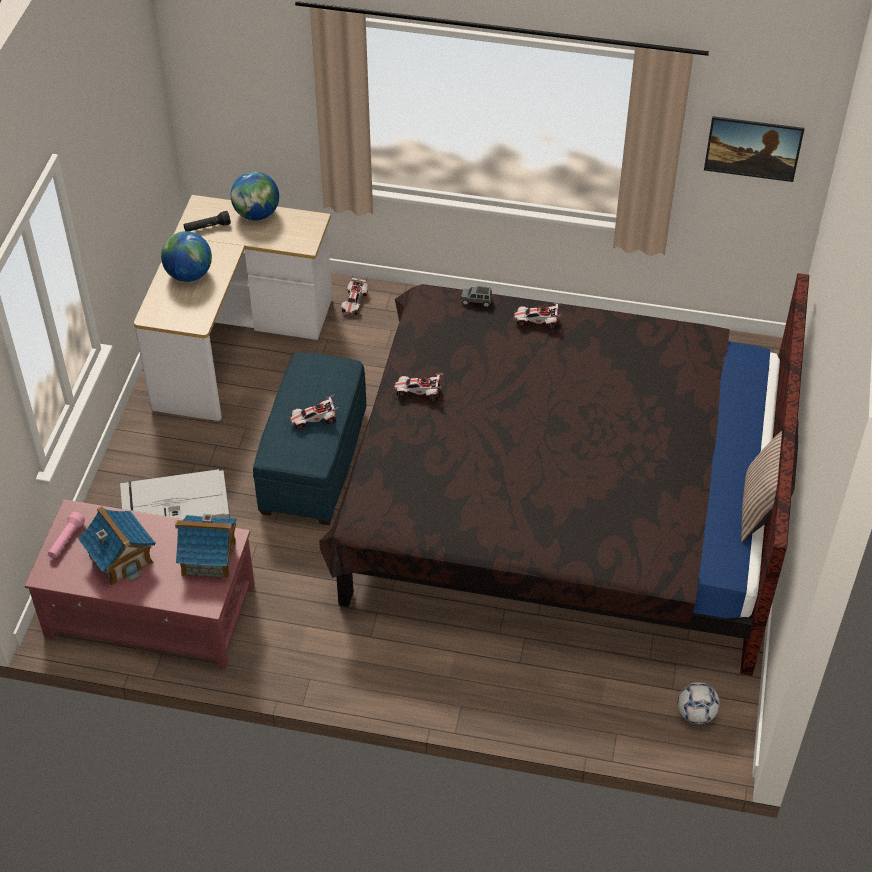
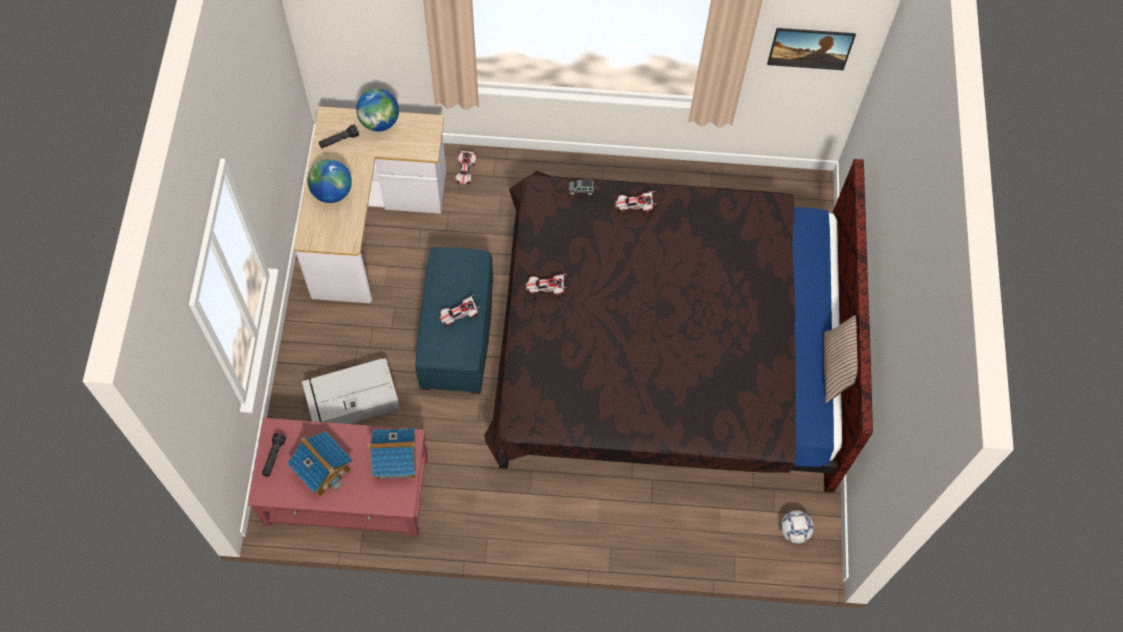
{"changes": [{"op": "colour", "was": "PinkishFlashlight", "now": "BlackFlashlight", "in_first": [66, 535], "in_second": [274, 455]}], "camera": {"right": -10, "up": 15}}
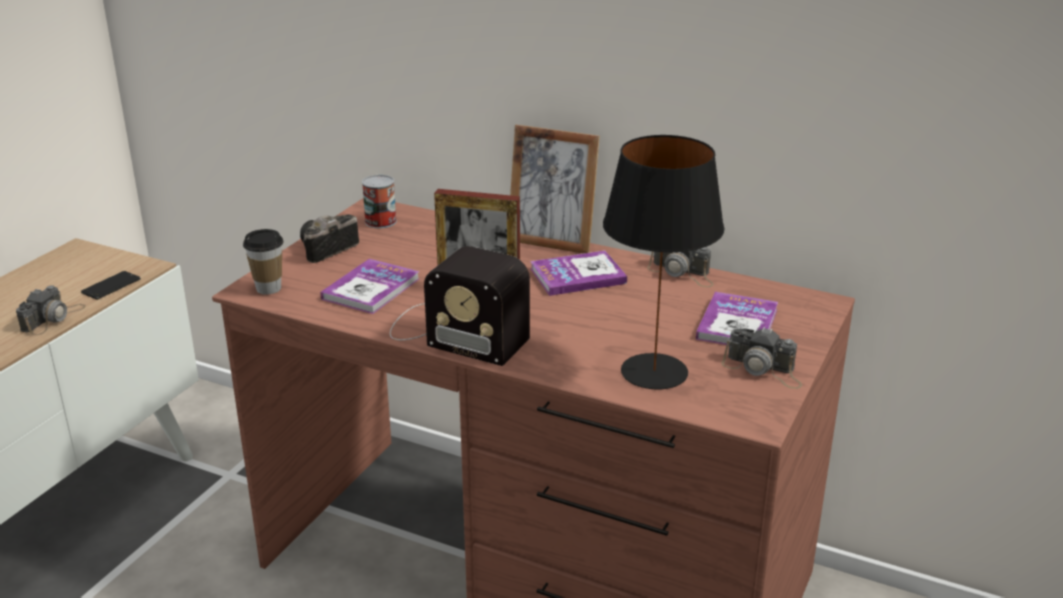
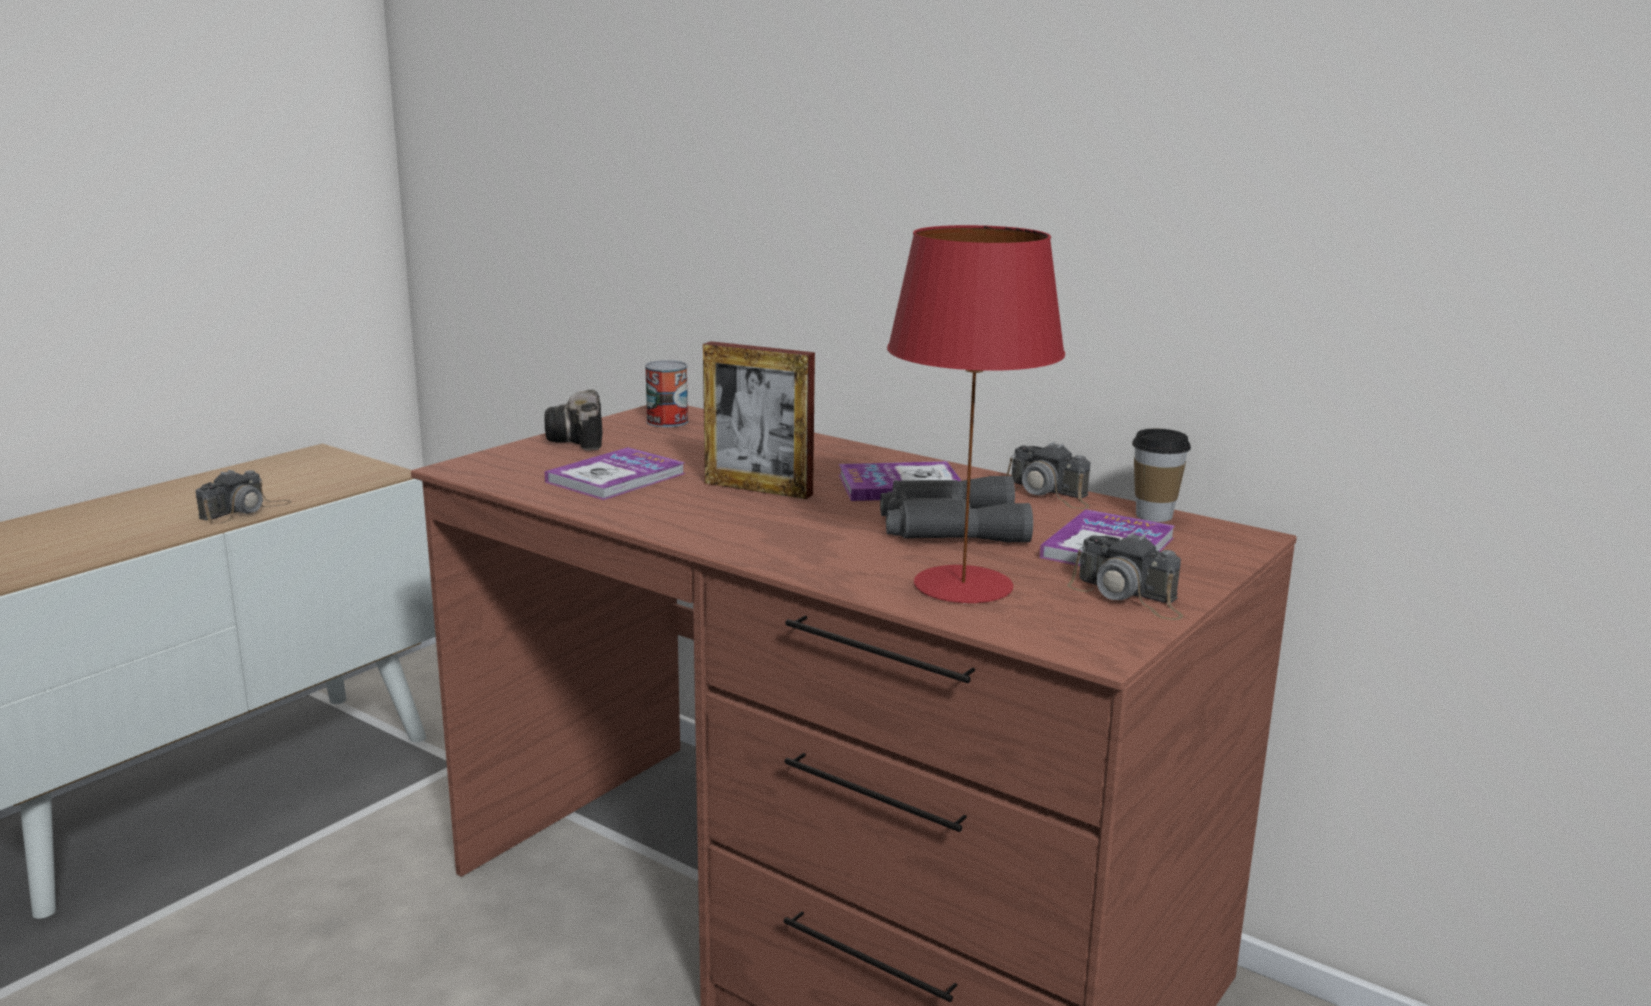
{"changes": [{"op": "missing", "was": "StandingFrame", "in_first": [555, 189]}, {"op": "colour", "was": "BlackTableLamp", "now": "RedTableLamp", "in_first": [663, 262], "in_second": [976, 414]}, {"op": "spun", "was": "StillCamera", "in_first": [329, 238], "in_second": [574, 420], "clockwise": -60}, {"op": "relocated", "was": "SmallCup", "in_first": [263, 262], "in_second": [1161, 475]}, {"op": "missing", "was": "Radio", "in_first": [460, 306]}, {"op": "missing", "was": "Phone", "in_first": [111, 285]}, {"op": "appeared", "now": "GreyPairOfBinoculars", "in_second": [956, 509]}], "camera": {"right": 10, "up": -10}}
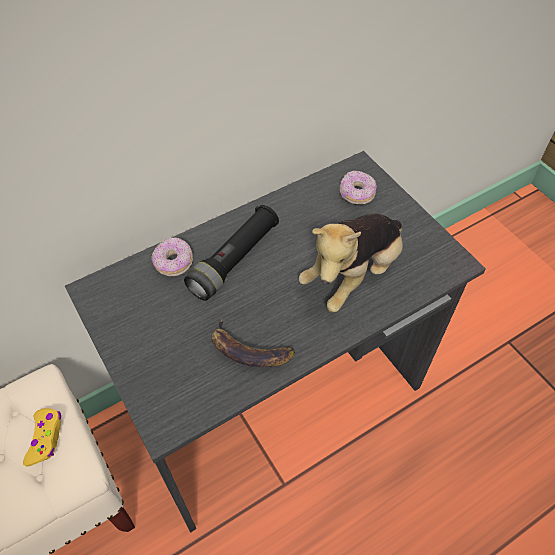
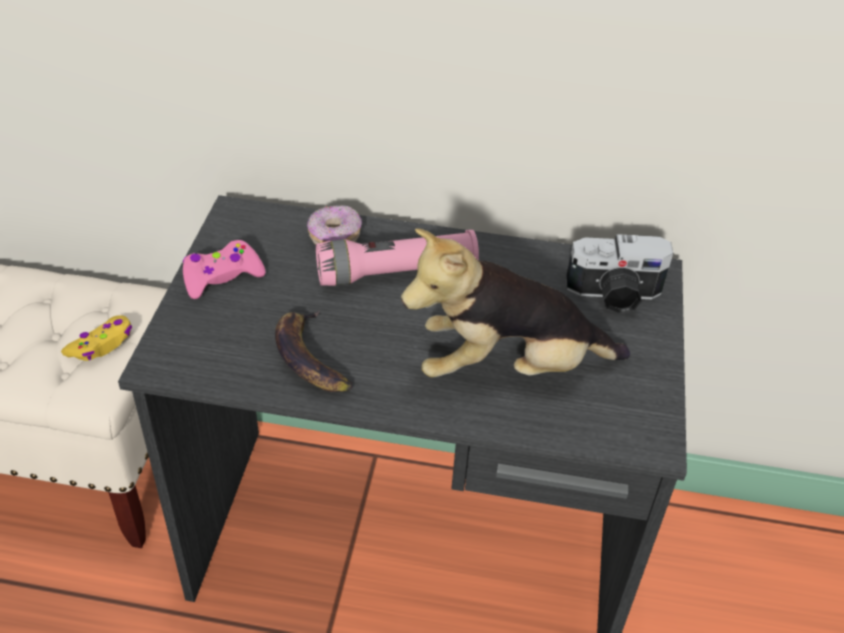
{"changes": [{"op": "exchanged", "was": "Donut", "now": "StillCamera", "in_first": [358, 188], "in_second": [619, 274]}, {"op": "colour", "was": "BlackFlashlight", "now": "PinkishFlashlight", "in_first": [231, 253], "in_second": [397, 258]}, {"op": "appeared", "now": "PinkishGameController", "in_second": [224, 269]}], "camera": {"right": 40, "up": -10}}
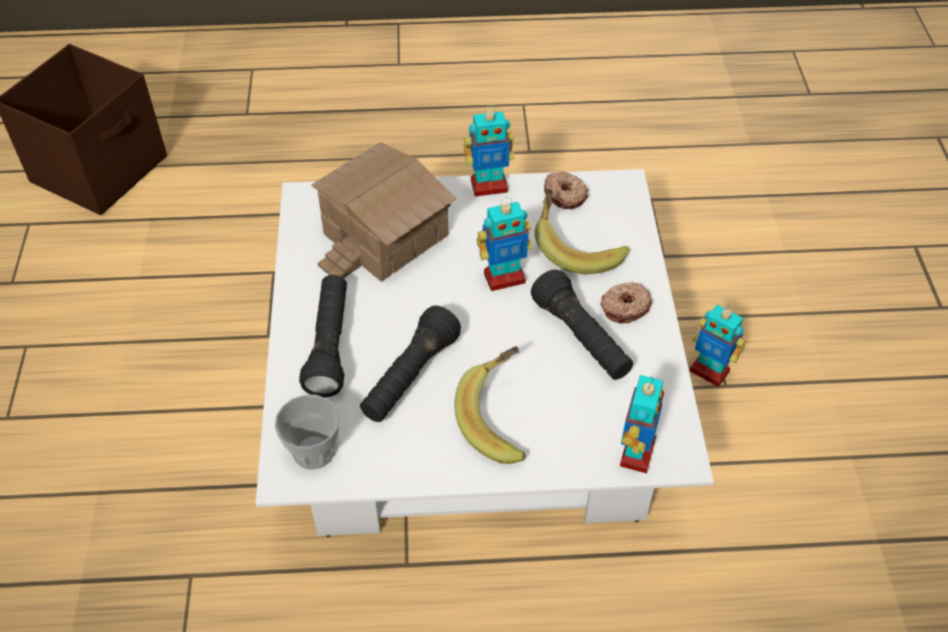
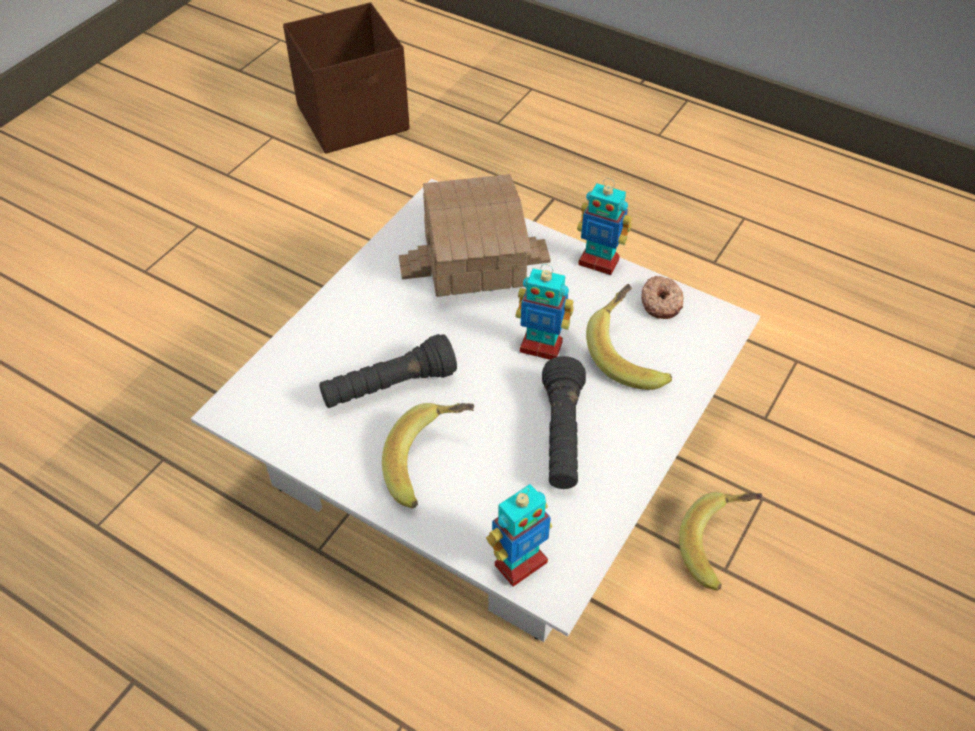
{"changes": [{"op": "missing", "was": "BlackFlashlight", "in_first": [323, 336]}, {"op": "missing", "was": "Donut", "in_first": [626, 302]}, {"op": "exchanged", "was": "RobotFigure", "now": "Banana", "in_first": [717, 345], "in_second": [720, 541]}, {"op": "missing", "was": "SmallCup", "in_first": [307, 432]}], "camera": {"right": 35, "up": 0}}
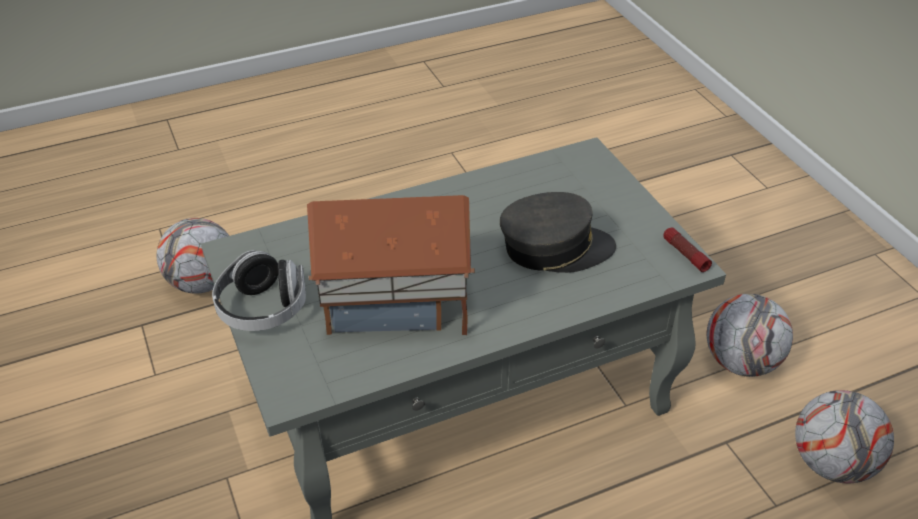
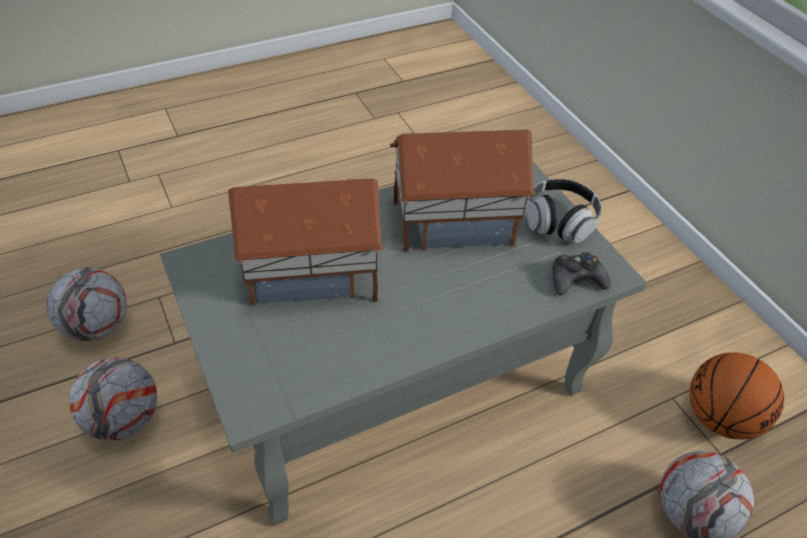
{"changes": [{"op": "exchanged", "was": "GreyBaseballCap", "now": "ModelHouse", "in_first": [558, 232], "in_second": [306, 242]}, {"op": "missing", "was": "Flashlight", "in_first": [687, 250]}, {"op": "appeared", "now": "BlackGameController", "in_second": [581, 274]}, {"op": "appeared", "now": "BasketballBall", "in_second": [737, 396]}], "camera": {"right": 175, "up": 5}}
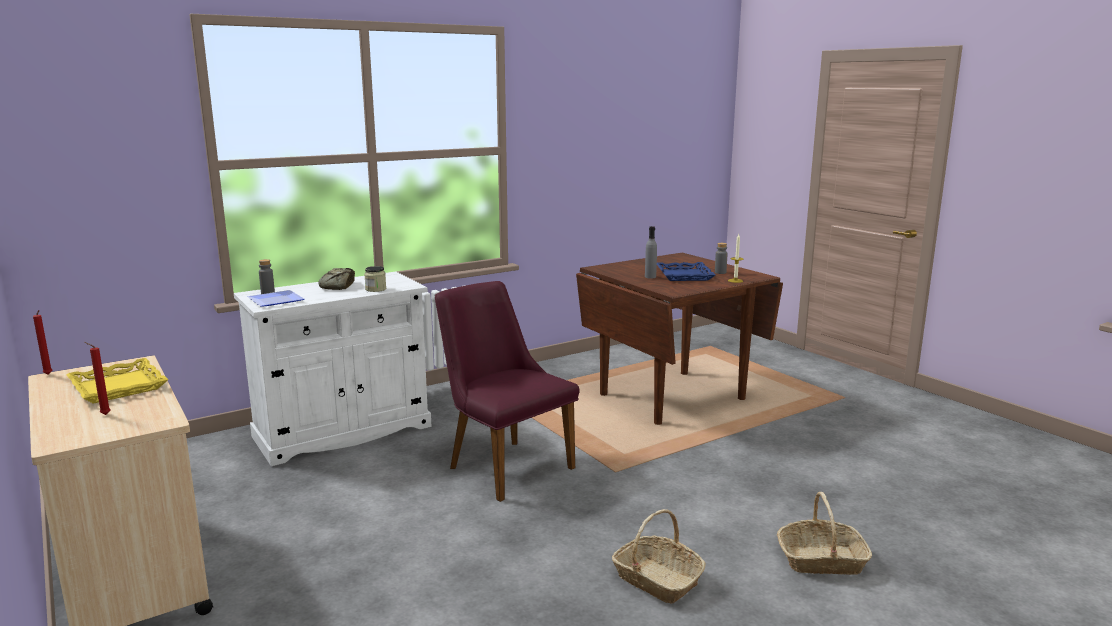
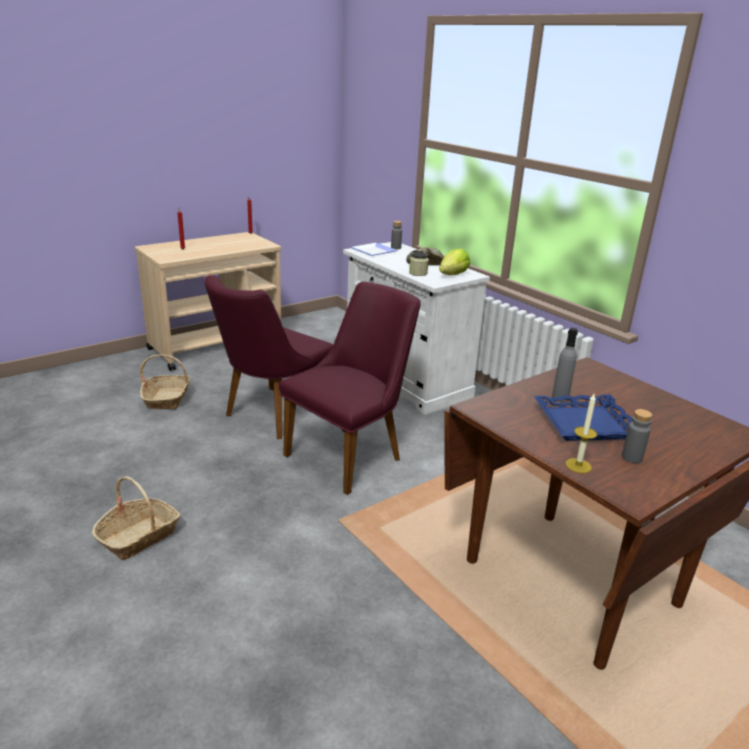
{"changes": [{"op": "missing", "was": "YellowishServingTray", "in_first": [117, 381]}, {"op": "relocated", "was": "StorageBasket", "in_first": [824, 533], "in_second": [165, 382]}, {"op": "appeared", "now": "Lettuce", "in_second": [454, 261]}, {"op": "appeared", "now": "PurplishUprightChair", "in_second": [269, 357]}], "camera": {"right": 85, "up": 10}}
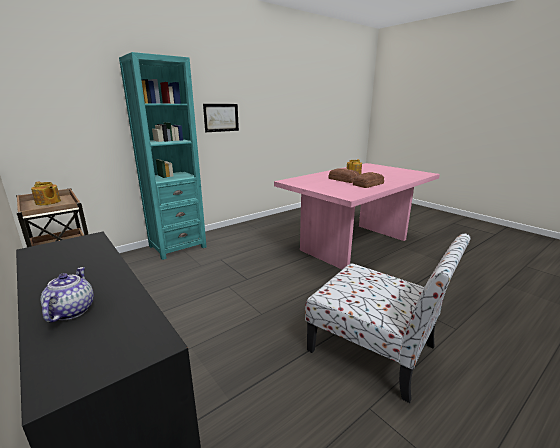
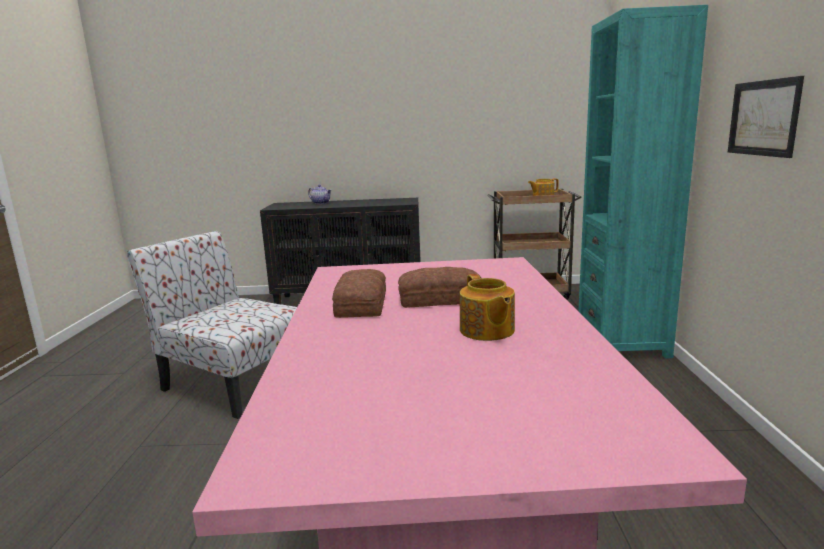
{"changes": [{"op": "spun", "was": "UprightChair", "in_first": [388, 318], "in_second": [212, 325], "clockwise": 45}], "camera": {"right": 130, "up": -5}}
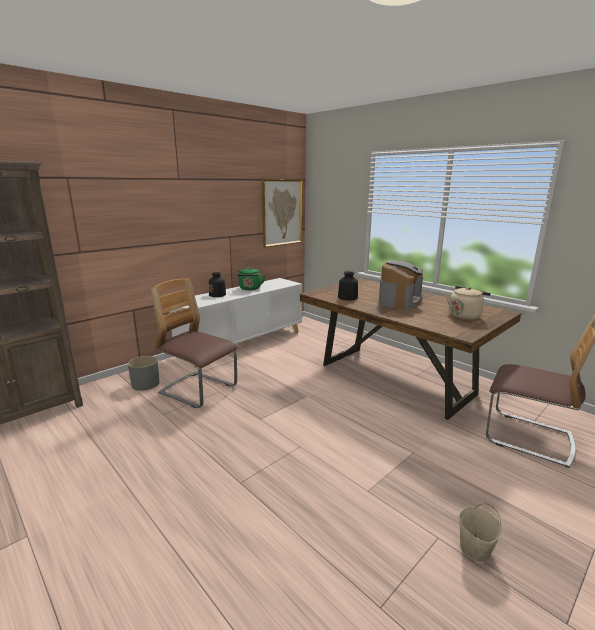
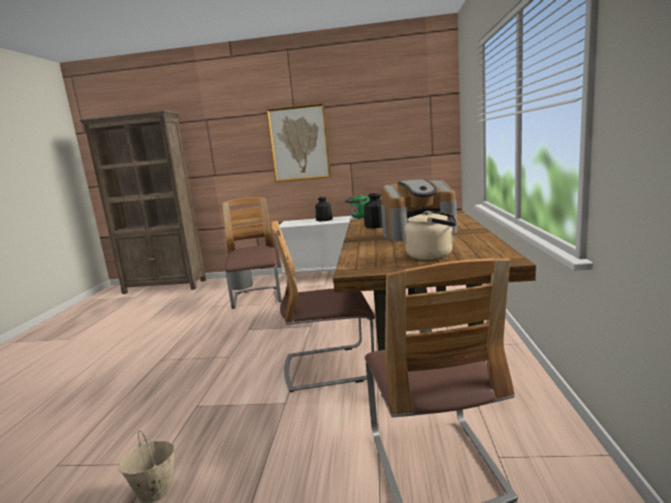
{"changes": [{"op": "relocated", "was": "WallArt", "in_first": [282, 213], "in_second": [298, 142]}, {"op": "appeared", "now": "UprightChair", "in_second": [323, 306]}], "camera": {"right": 50, "up": -5}}
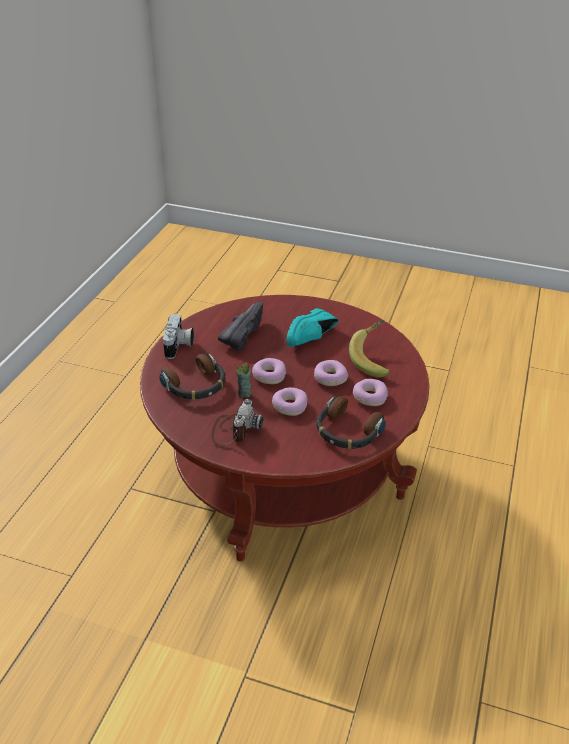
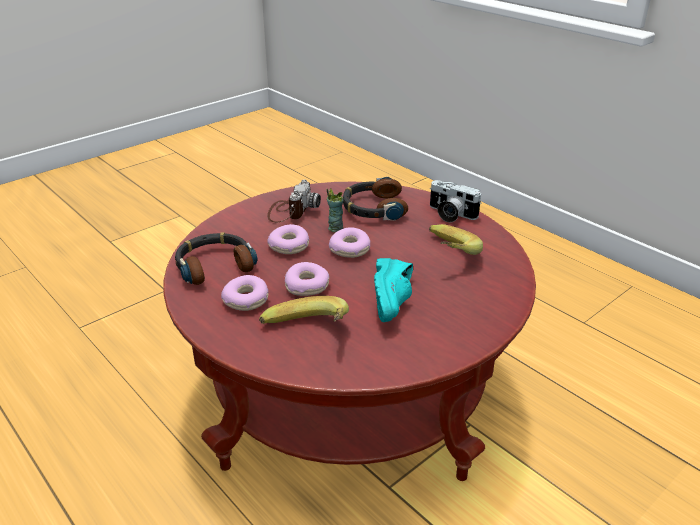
{"changes": [{"op": "exchanged", "was": "BlackShoe", "now": "Banana", "in_first": [240, 326], "in_second": [456, 239]}, {"op": "spun", "was": "TurquoiseShoe", "in_first": [313, 327], "in_second": [393, 290], "clockwise": -150}, {"op": "spun", "was": "StillCamera", "in_first": [237, 422], "in_second": [294, 201], "clockwise": -120}], "camera": {"right": 120, "up": -5}}
